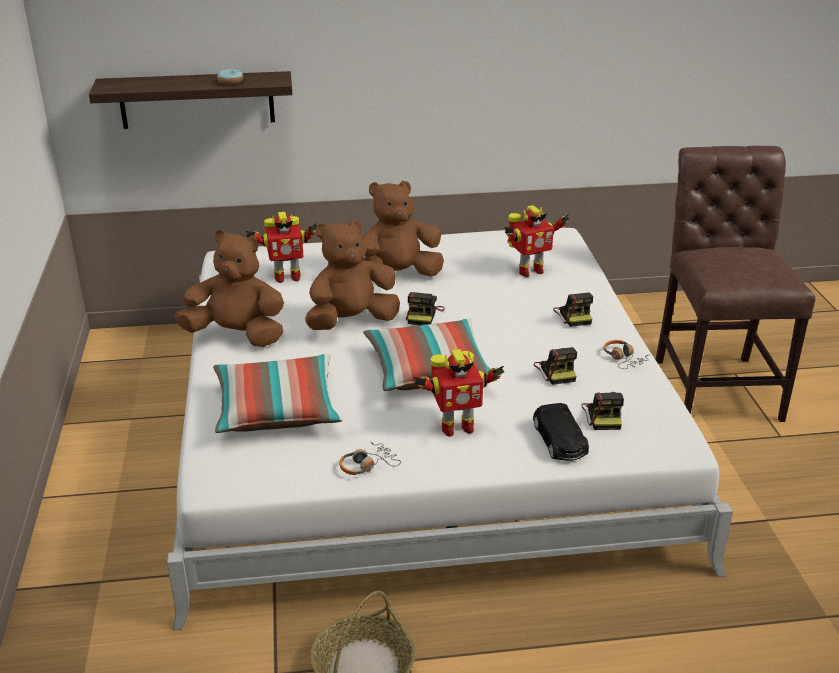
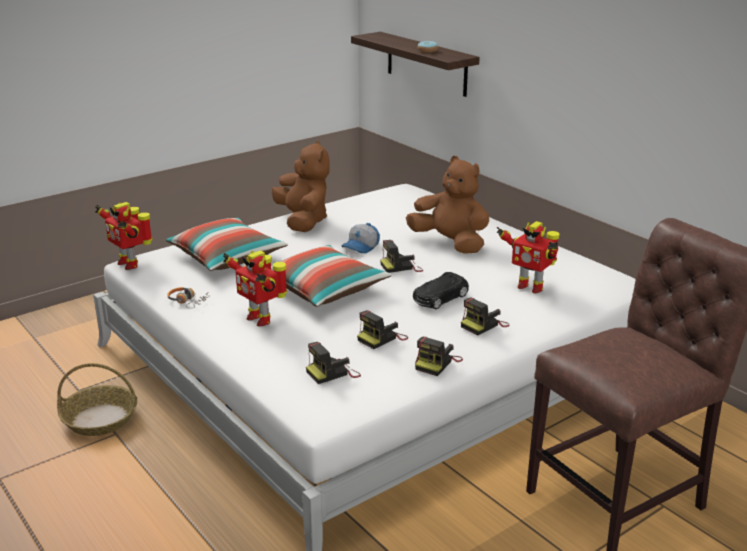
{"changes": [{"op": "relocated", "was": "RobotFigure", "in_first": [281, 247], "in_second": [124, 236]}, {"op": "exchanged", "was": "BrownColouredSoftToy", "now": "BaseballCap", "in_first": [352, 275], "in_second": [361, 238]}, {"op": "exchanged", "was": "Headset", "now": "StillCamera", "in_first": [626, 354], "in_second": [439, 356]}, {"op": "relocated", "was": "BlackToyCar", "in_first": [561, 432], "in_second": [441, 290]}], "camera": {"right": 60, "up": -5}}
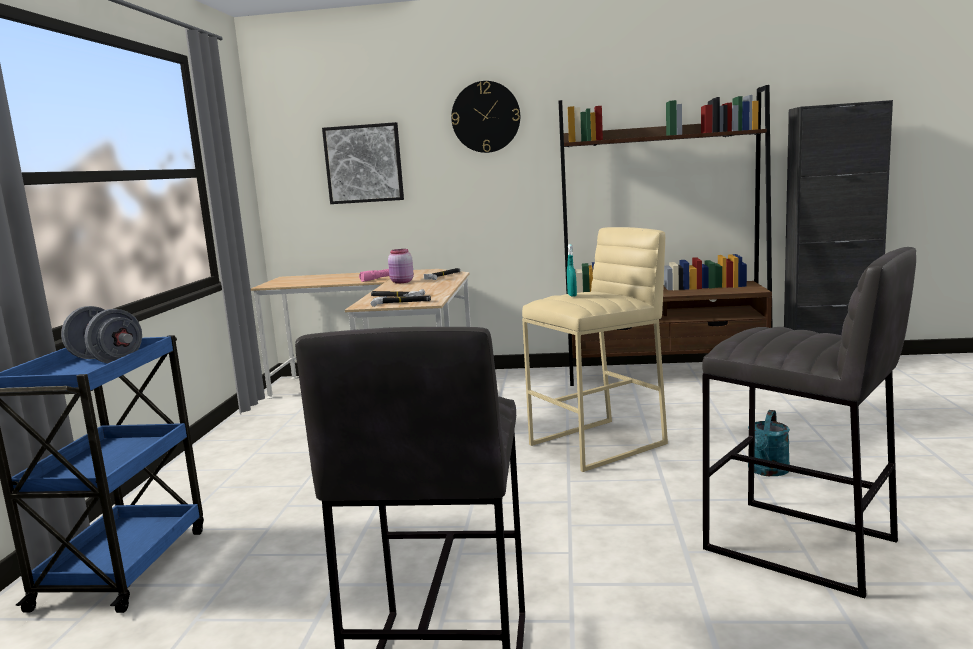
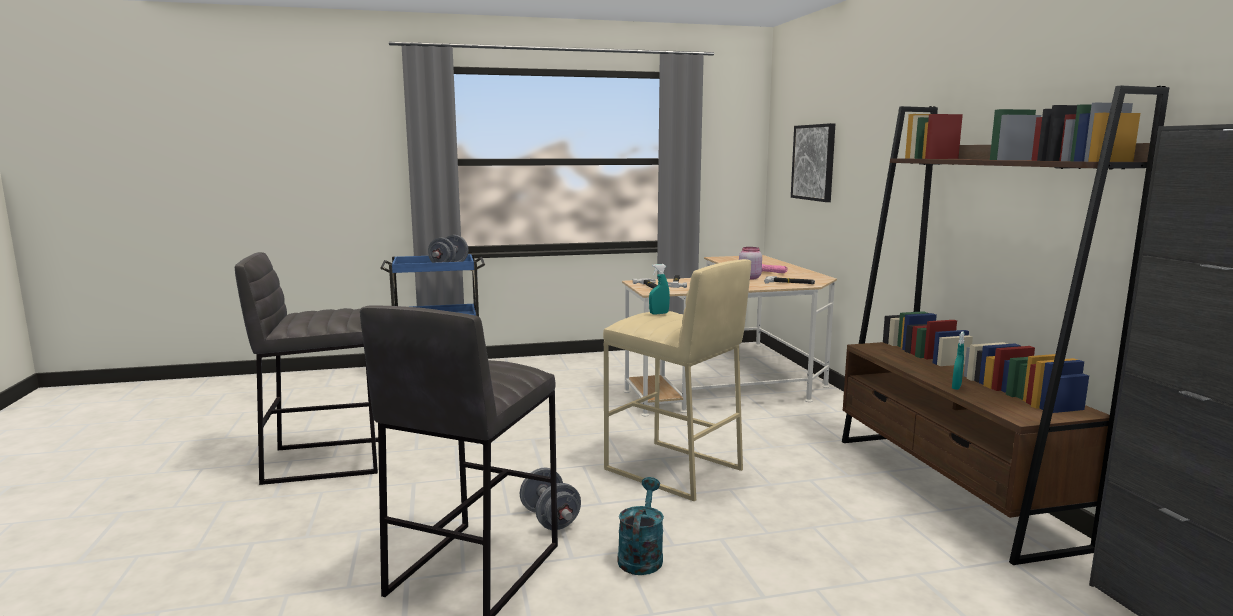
{"changes": [{"op": "missing", "was": "HangingClock", "in_first": [485, 117]}, {"op": "spun", "was": "TurquoiseWateringPot", "in_first": [769, 443], "in_second": [640, 526], "clockwise": 90}, {"op": "appeared", "now": "TurquoiseSprayBottle", "in_second": [958, 360]}, {"op": "appeared", "now": "GreyFreeWeight", "in_second": [550, 499]}], "camera": {"right": 70, "up": 0}}
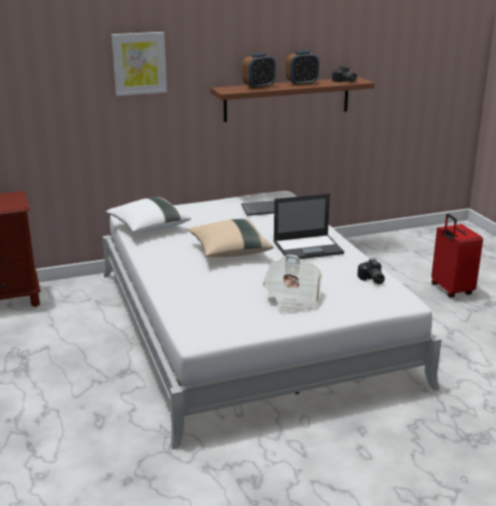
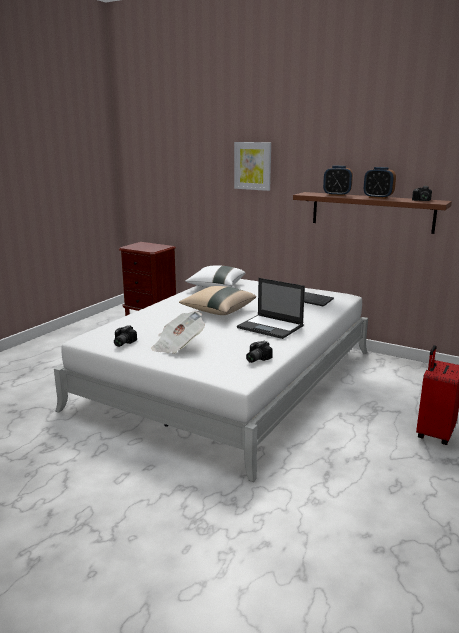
{"changes": [{"op": "appeared", "now": "StillCamera", "in_second": [125, 336]}], "camera": {"right": 50, "up": -5}}
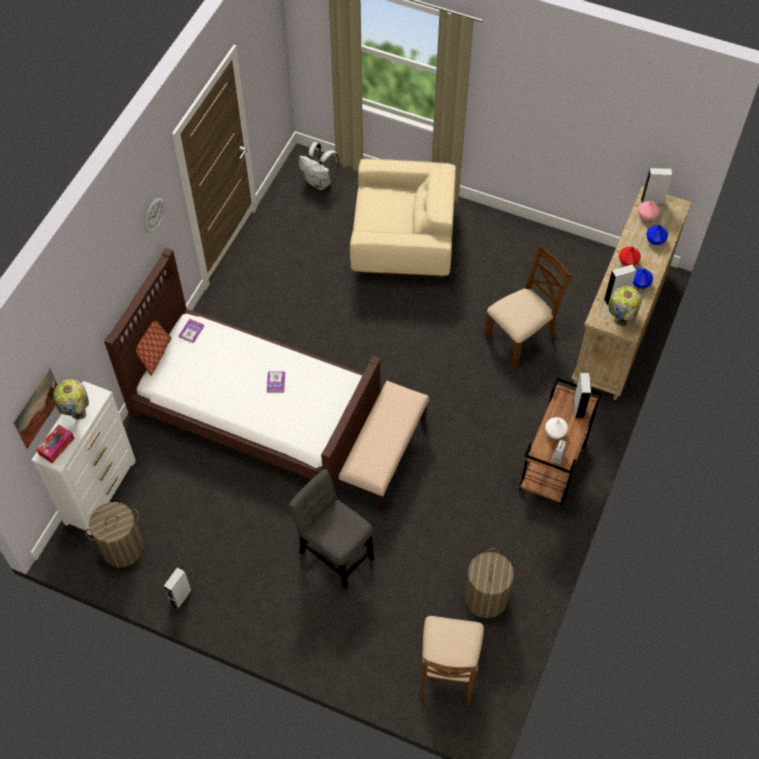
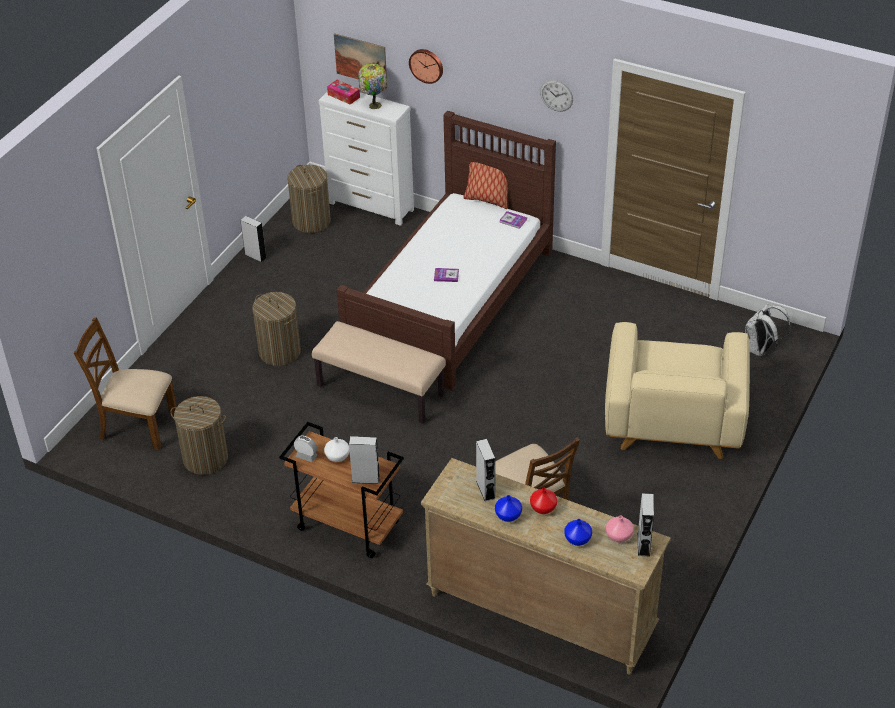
{"changes": [{"op": "missing", "was": "TableLamp", "in_first": [625, 306]}, {"op": "exchanged", "was": "GreyUprightChair", "now": "WashingBasket", "in_first": [331, 529], "in_second": [276, 329]}, {"op": "appeared", "now": "HangingClock", "in_second": [426, 66]}], "camera": {"right": 95, "up": -15}}
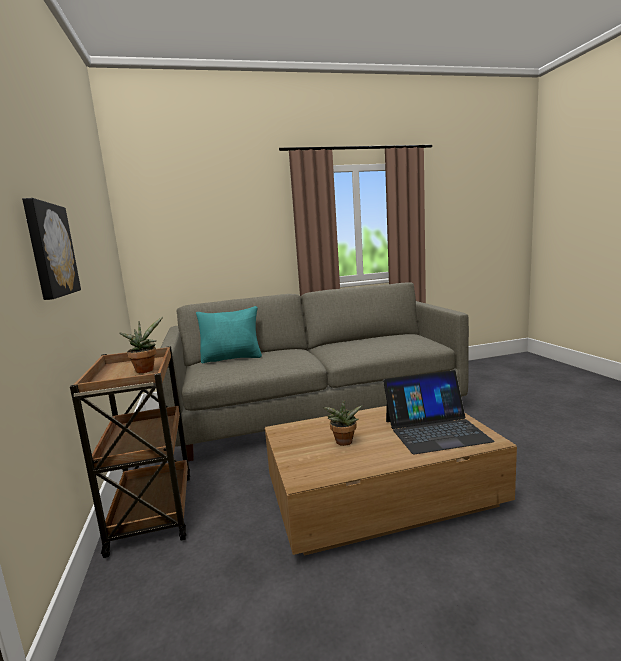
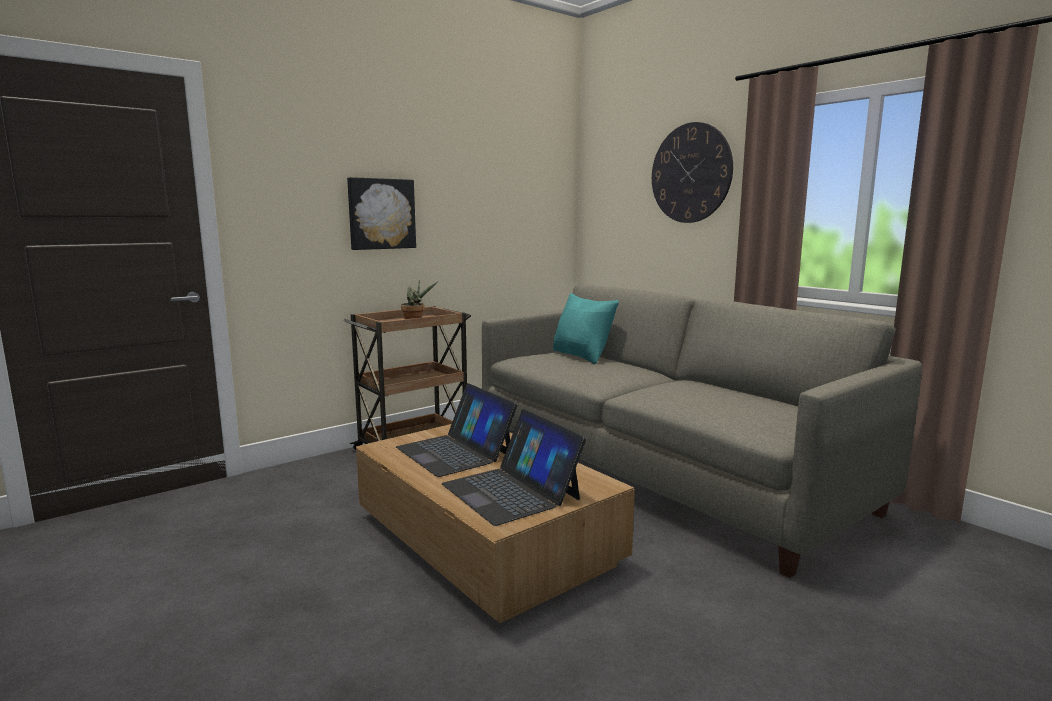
{"changes": [{"op": "exchanged", "was": "PlantInAPot", "now": "NotebookComputer", "in_first": [343, 423], "in_second": [456, 430]}, {"op": "appeared", "now": "HangingClock", "in_second": [692, 172]}], "camera": {"right": 65, "up": 0}}
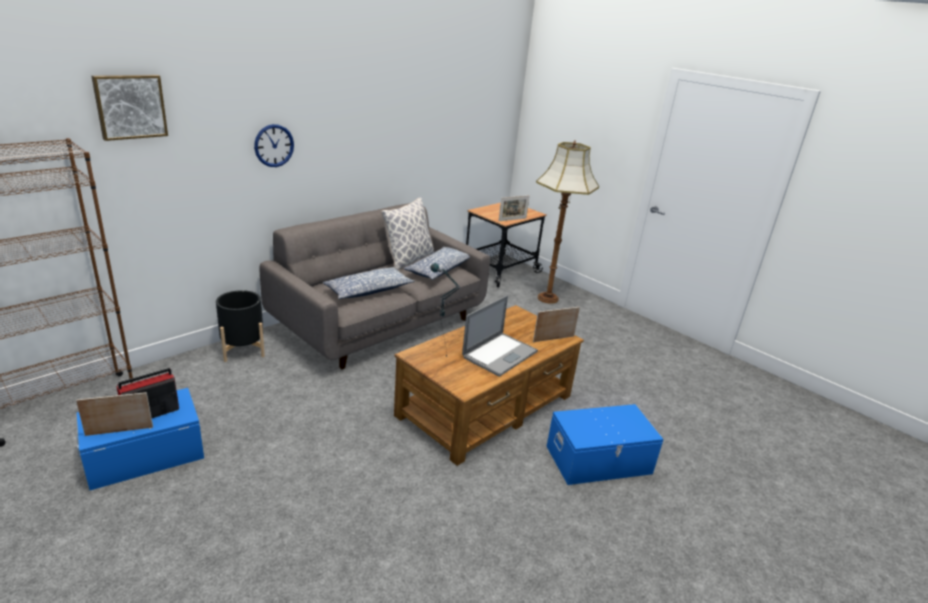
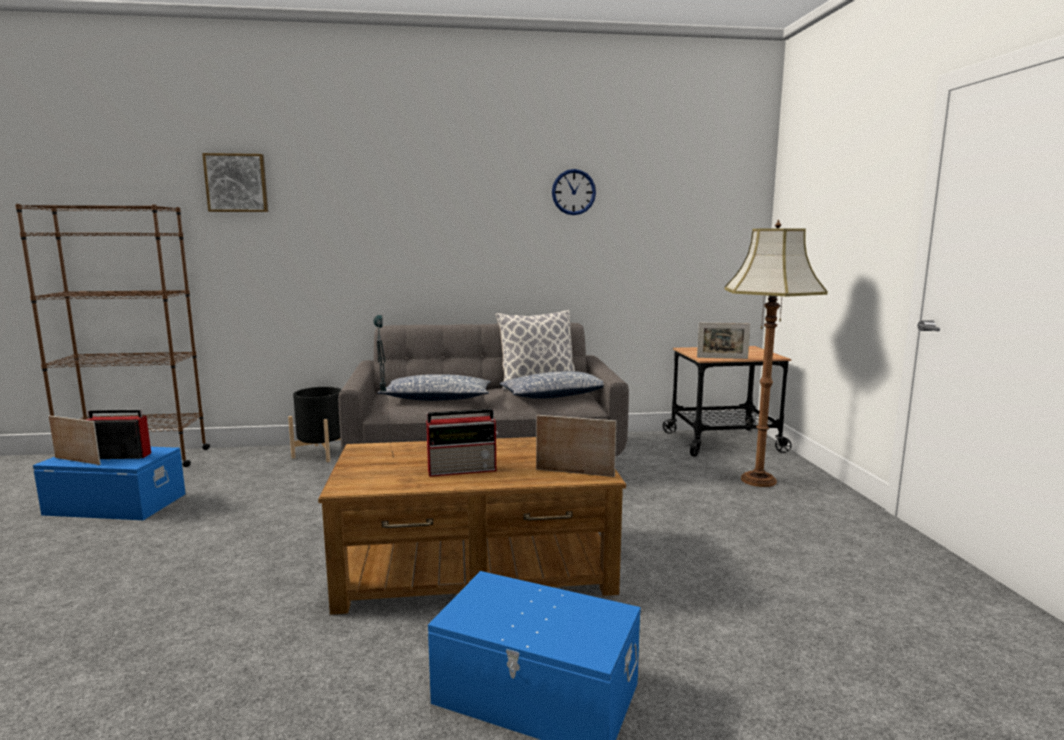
{"changes": [{"op": "relocated", "was": "HangingClock", "in_first": [274, 145], "in_second": [574, 192]}, {"op": "exchanged", "was": "NotebookComputer", "now": "Radio", "in_first": [500, 336], "in_second": [462, 443]}], "camera": {"right": 40, "up": -15}}
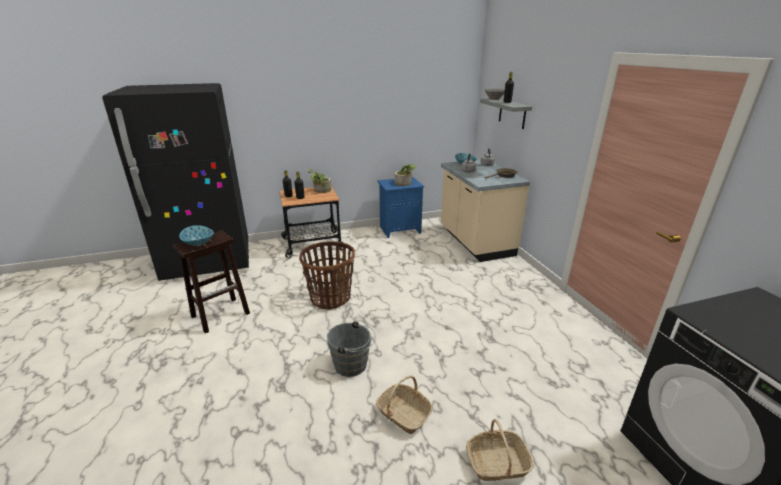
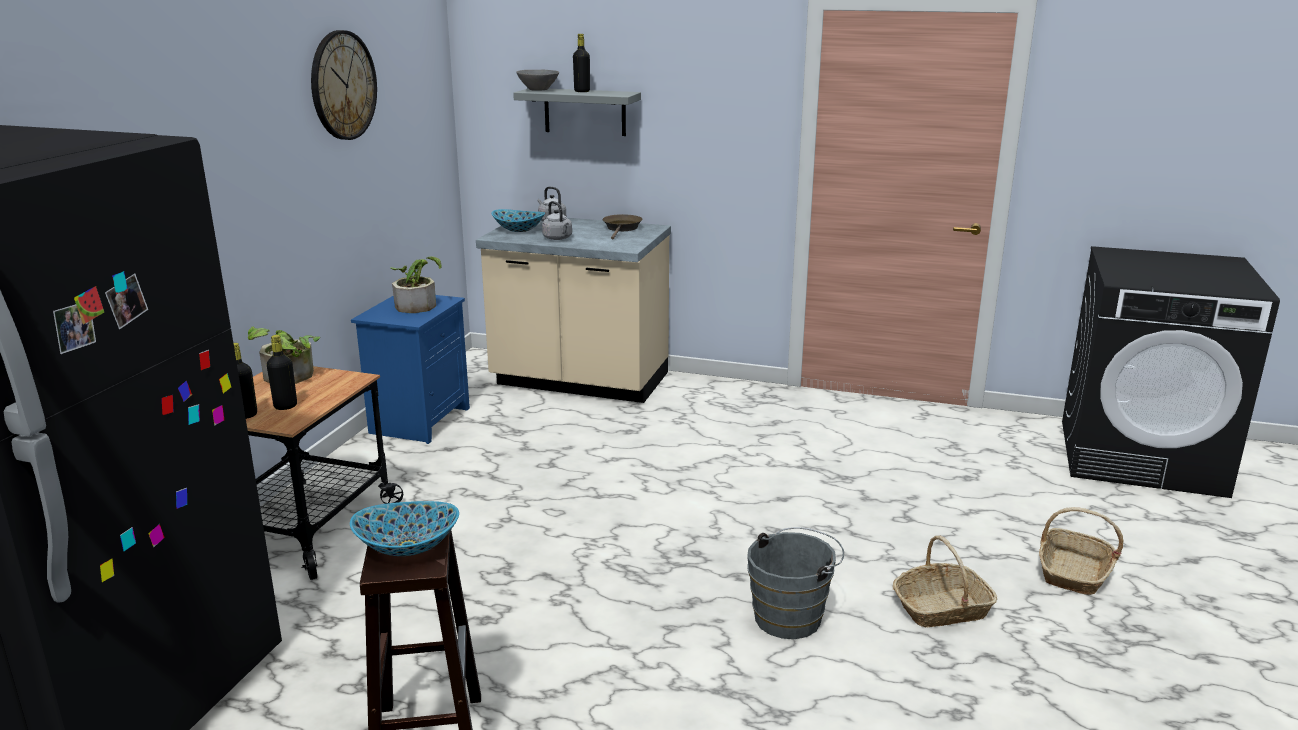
{"changes": [{"op": "missing", "was": "StorageBasket", "in_first": [327, 275]}, {"op": "appeared", "now": "HangingClock", "in_second": [344, 85]}], "camera": {"right": -55, "up": -5}}
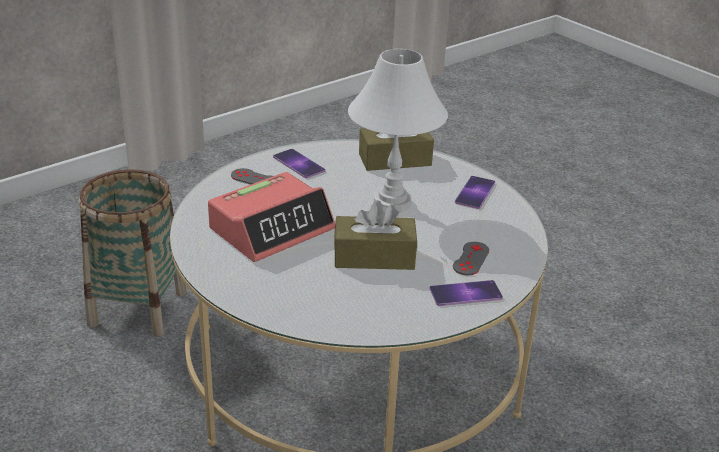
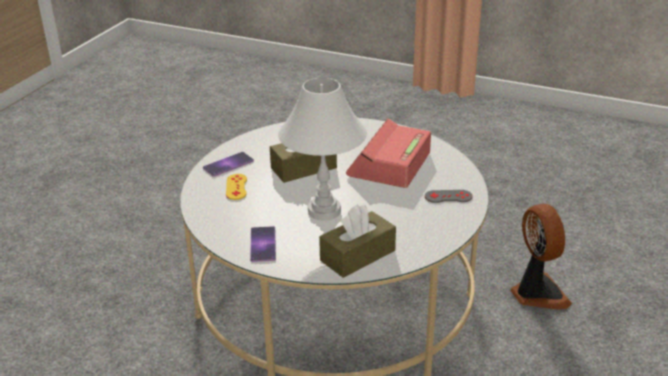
{"changes": [{"op": "missing", "was": "Phone", "in_first": [299, 163]}, {"op": "exchanged", "was": "StorageBasket", "now": "Fan", "in_first": [133, 253], "in_second": [541, 256]}, {"op": "colour", "was": "GreyGameController", "now": "YellowishGameController", "in_first": [471, 258], "in_second": [236, 187]}], "camera": {"right": 155, "up": 0}}
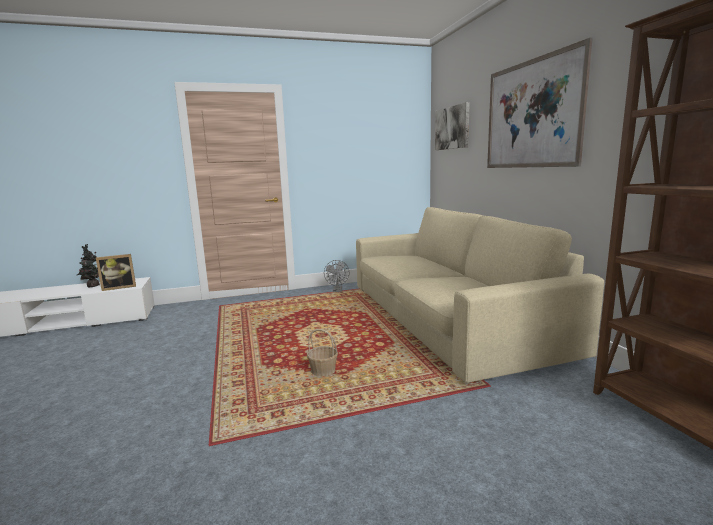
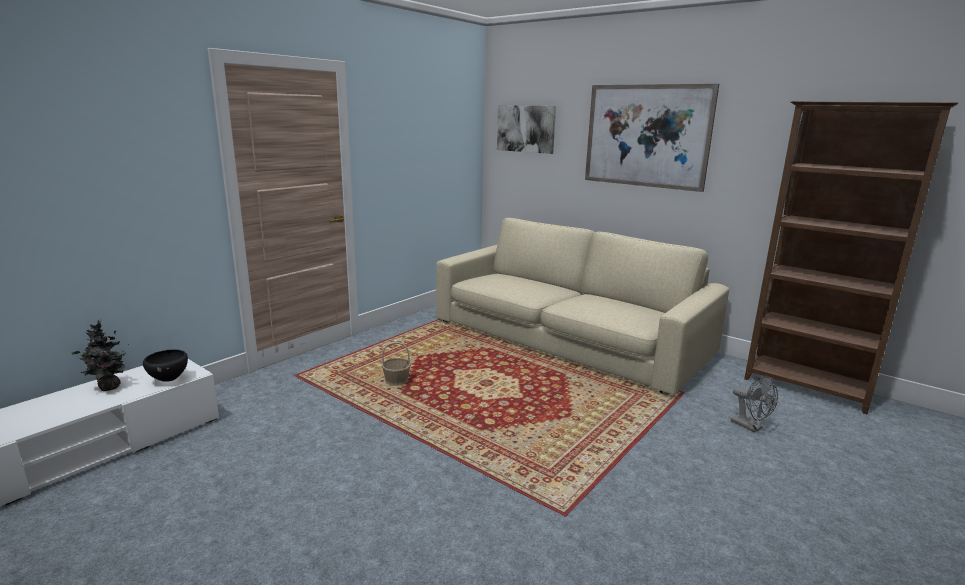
{"changes": [{"op": "exchanged", "was": "StandingFrame", "now": "BlackBowl", "in_first": [116, 272], "in_second": [165, 365]}, {"op": "relocated", "was": "GreyFan", "in_first": [337, 276], "in_second": [754, 404]}, {"op": "relocated", "was": "StorageBasket", "in_first": [322, 353], "in_second": [396, 364]}], "camera": {"right": -35, "up": 5}}
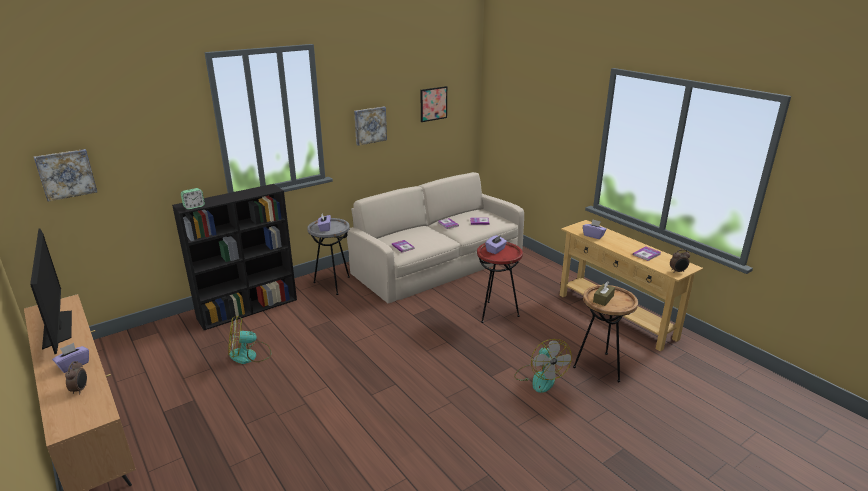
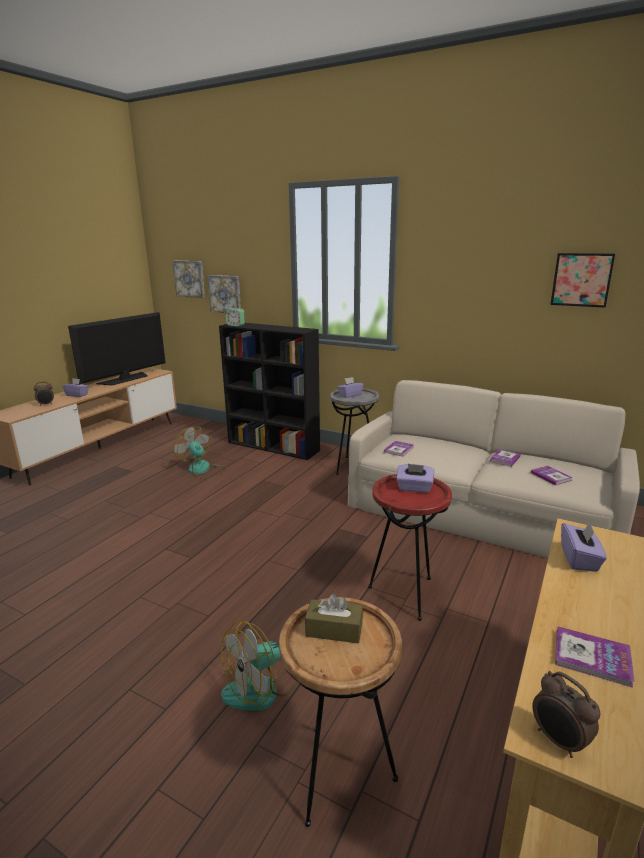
{"changes": [{"op": "relocated", "was": "WallArt", "in_first": [370, 126], "in_second": [224, 294]}], "camera": {"right": 65, "up": -5}}
